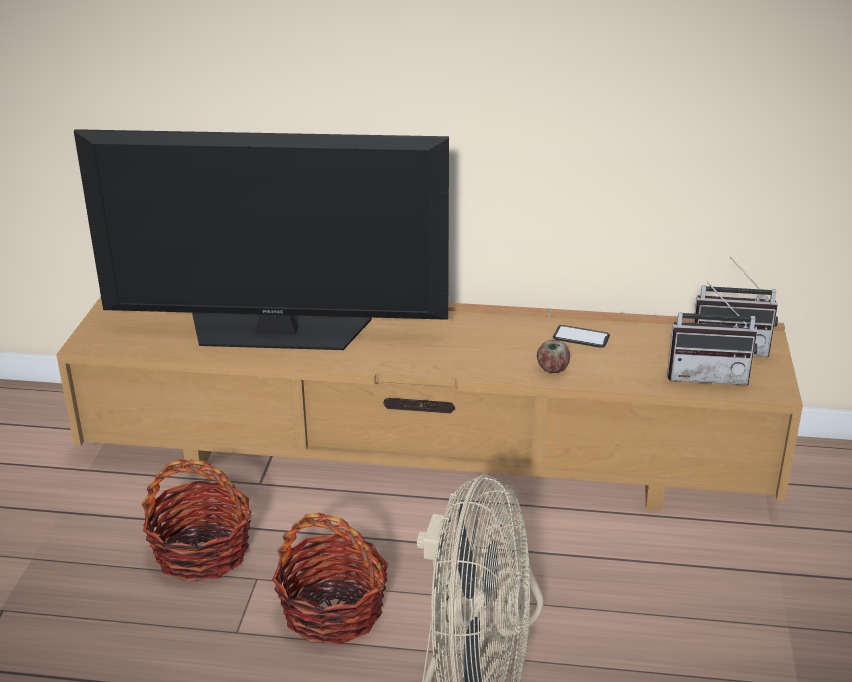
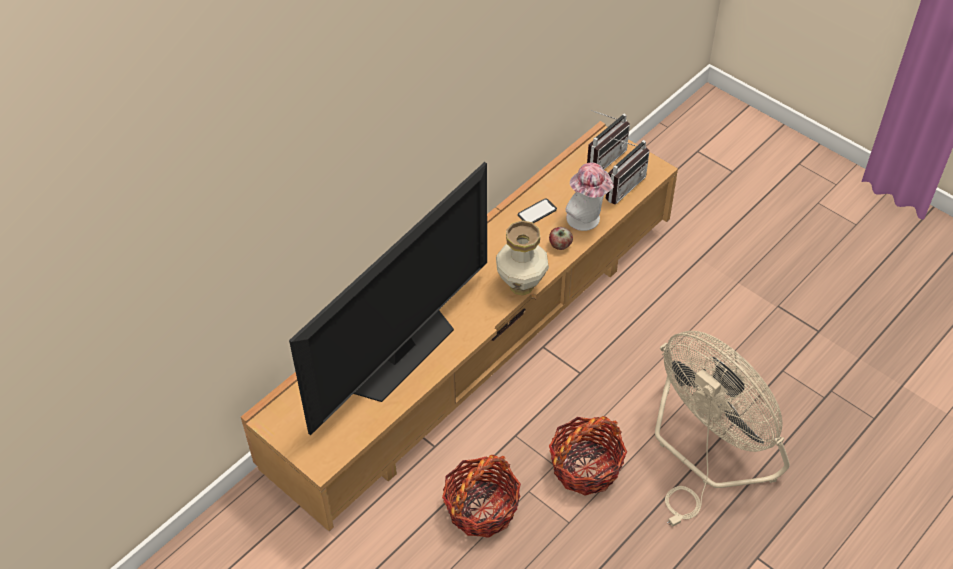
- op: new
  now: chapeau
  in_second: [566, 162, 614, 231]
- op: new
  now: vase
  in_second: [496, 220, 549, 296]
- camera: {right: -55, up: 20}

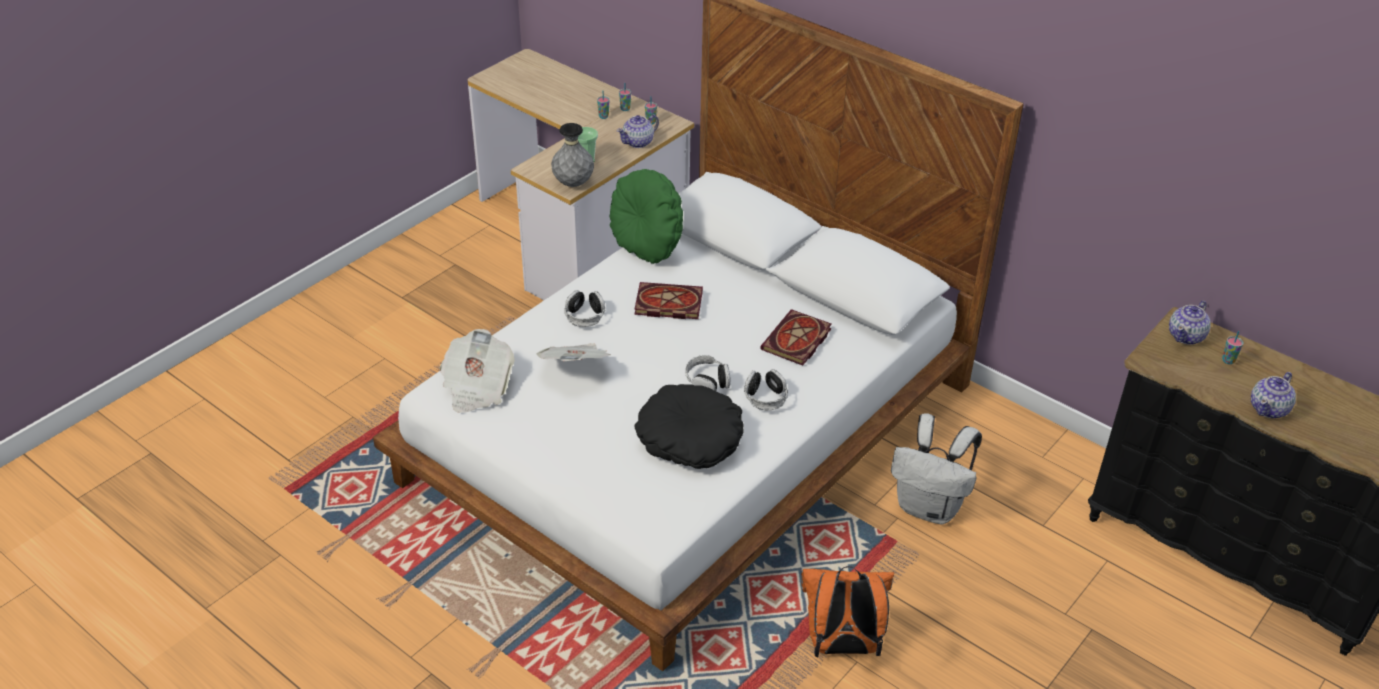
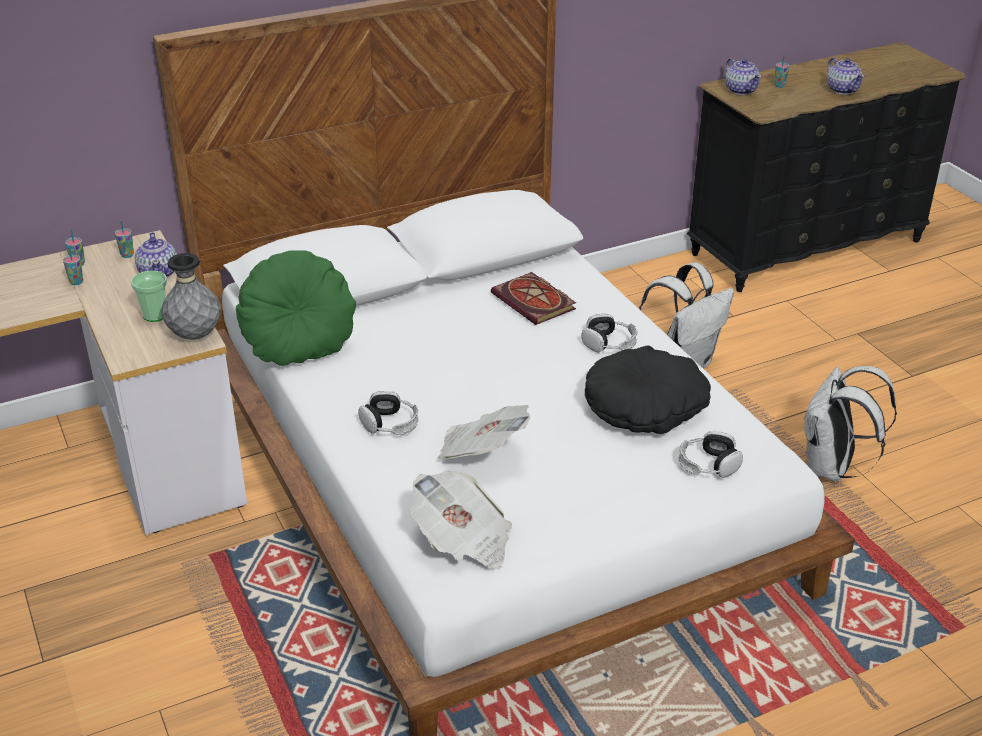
- op: gone
  was: livre
  in_first: [634, 282, 703, 319]
- op: shifted
  was: casque audio
  in_first: [686, 355, 730, 391]
  in_second: [679, 431, 743, 478]
- op: repainted
  was: sac à dos (orange)
  now: sac à dos (blanc)
  in_first: [801, 566, 894, 657]
  in_second: [804, 366, 897, 482]
- camera: {right: -65, up: -5}

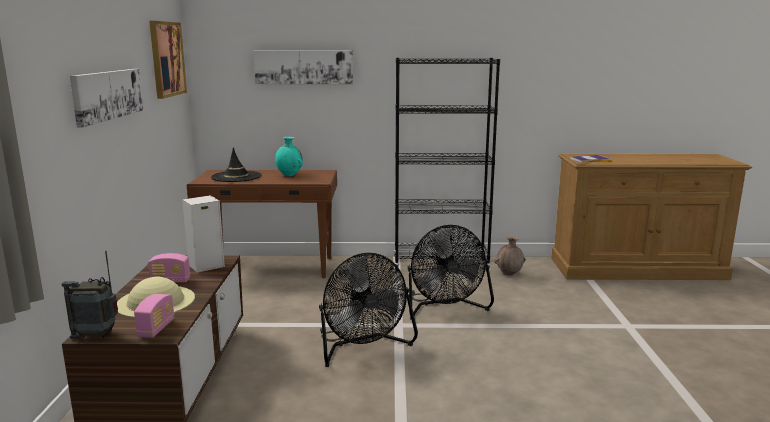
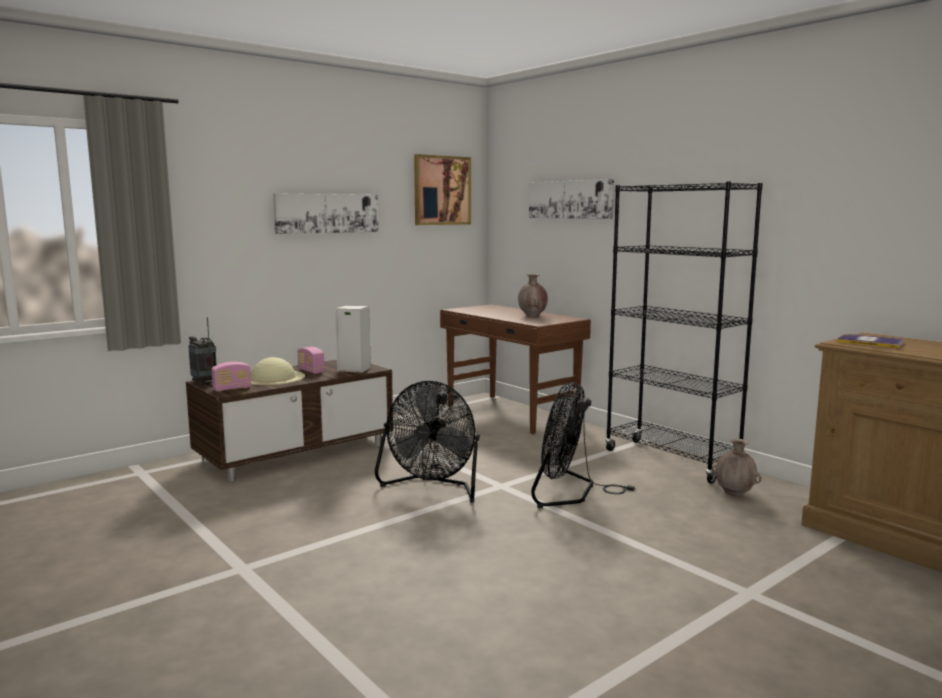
- op: repainted
  was: vase (turquoise)
  now: vase (marron)
  in_first: [275, 137, 303, 176]
  in_second: [518, 274, 548, 317]
- op: gone
  was: chapeau (noir)
  in_first: [211, 147, 262, 182]
- op: rotated
  was: ventilateur (noir)
  in_first: [408, 225, 494, 320]
  in_second: [531, 382, 636, 509]
  clockwise: 75
- camera: {right: 50, up: -5}

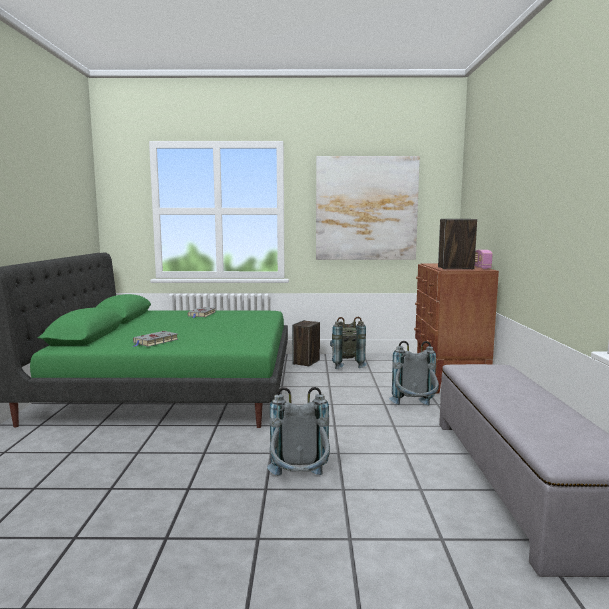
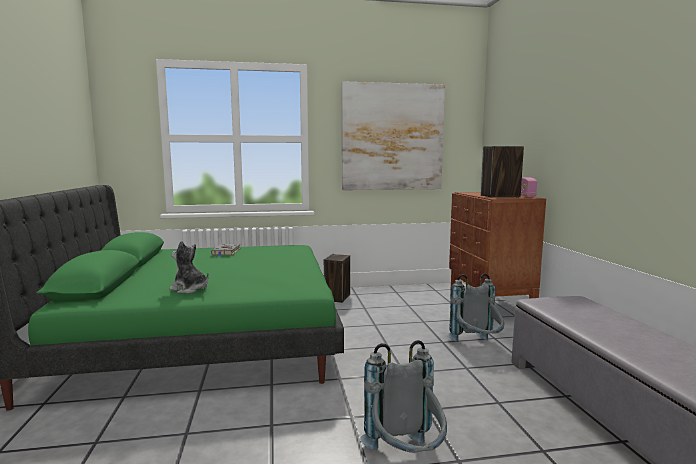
- op: gone
  was: sac à dos (gris)
  in_first: [330, 317, 367, 369]
- op: swapped
  was: livre (gris)
  now: peluche
  in_first: [133, 331, 178, 347]
  in_second: [169, 241, 209, 294]
- camera: {right: -10, up: 0}

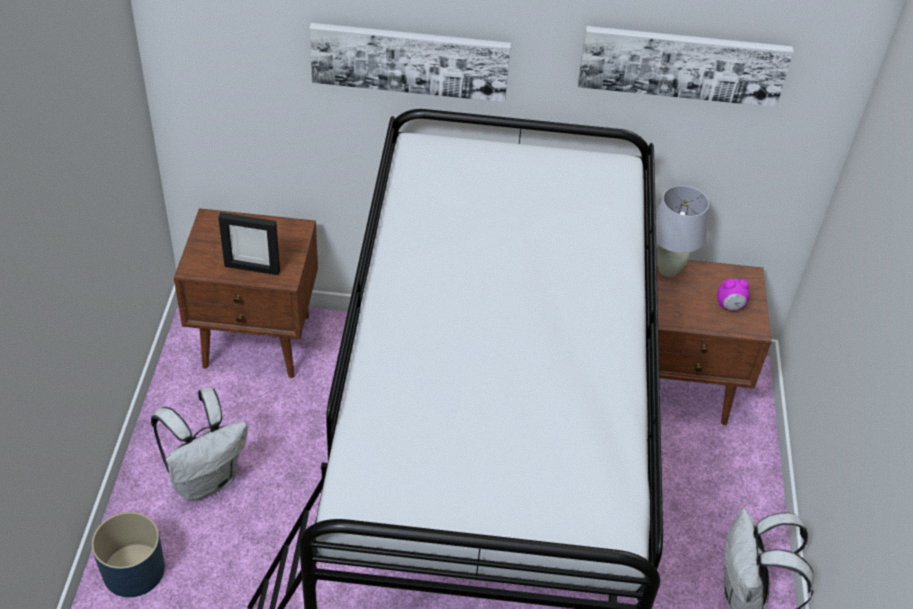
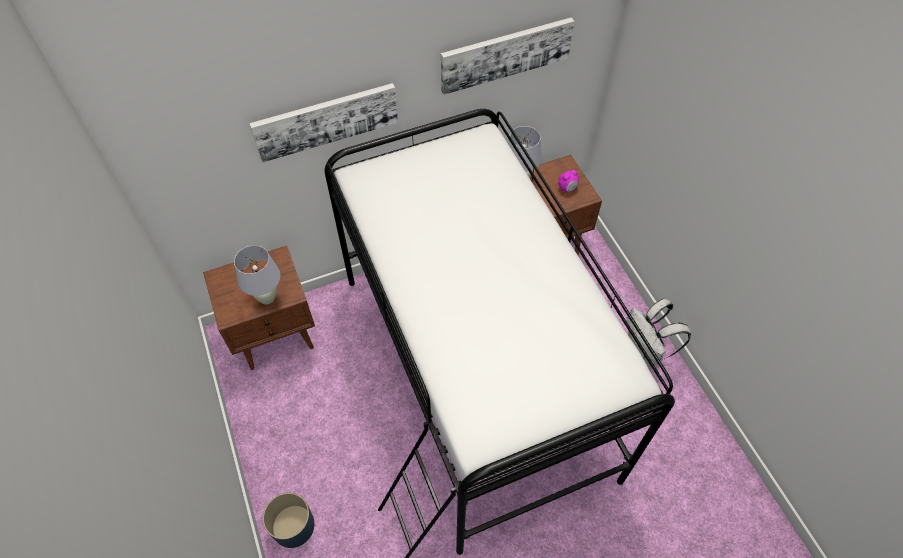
- op: swapped
  was: cadre photo
  now: lampe de table (blanc)
  in_first: [218, 212, 280, 275]
  in_second: [234, 245, 281, 304]
- op: gone
  was: sac à dos (blanc)
  in_first: [151, 387, 248, 501]
- camera: {right: -25, up: 10}

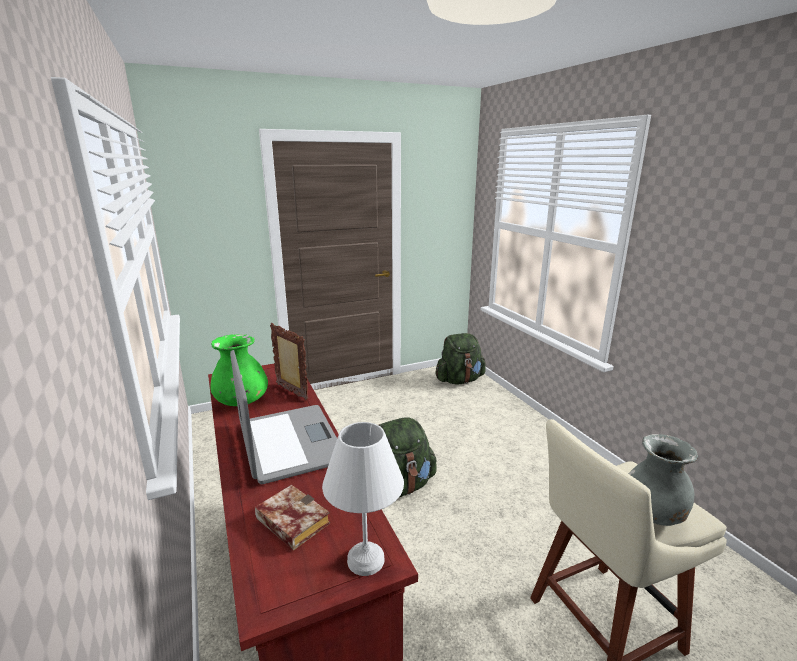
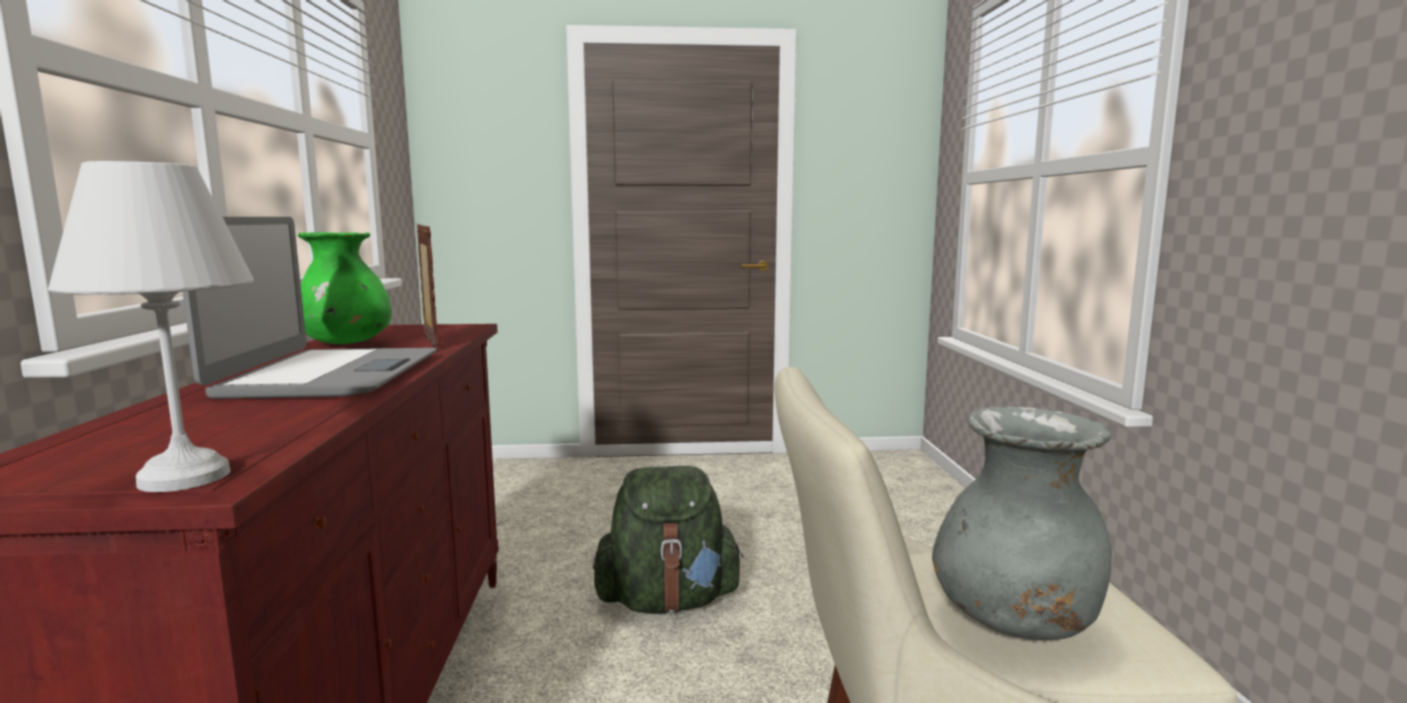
- op: gone
  was: sac à dos (vert)
  in_first: [435, 333, 486, 384]
- op: gone
  was: livre
  in_first: [255, 485, 330, 550]
- camera: {right: 20, up: -10}

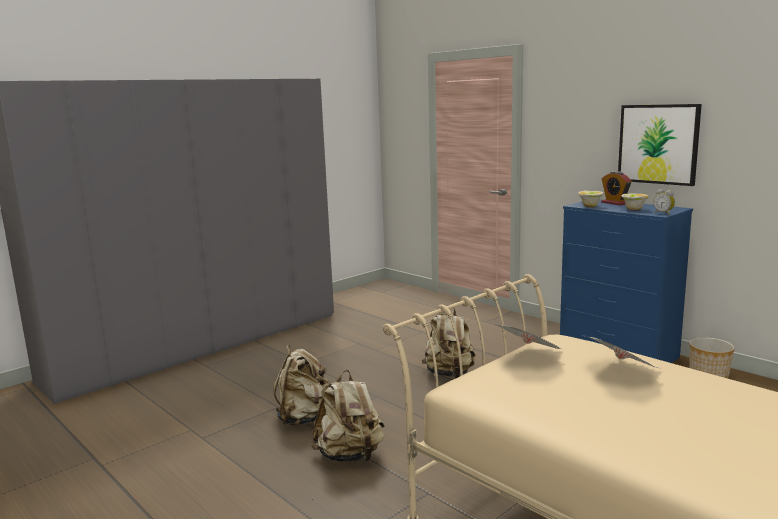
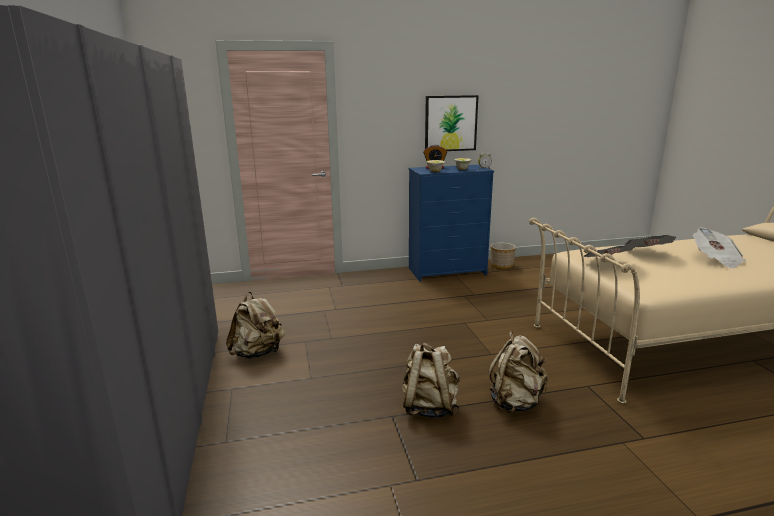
- op: shifted
  was: sac à dos (beige)
  in_first: [422, 309, 476, 378]
  in_second: [226, 292, 285, 358]
- op: new
  now: journal
  in_second: [693, 227, 746, 269]
- camera: {right: -60, up: 5}

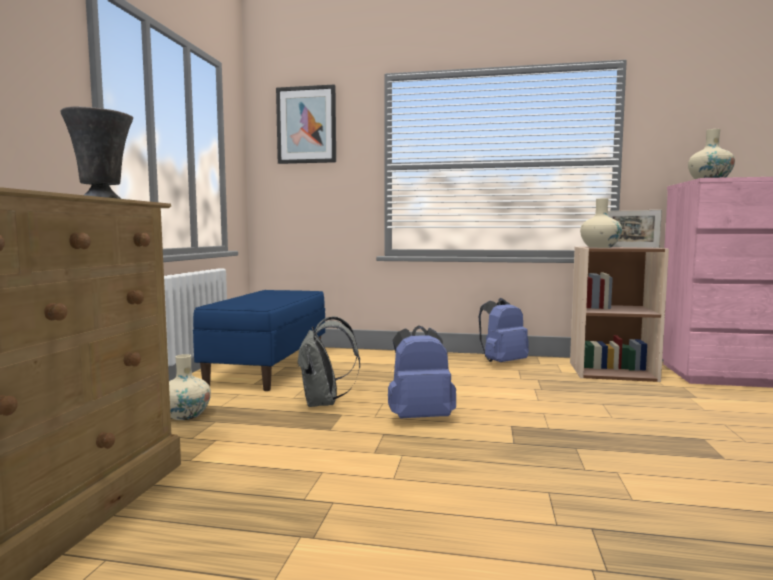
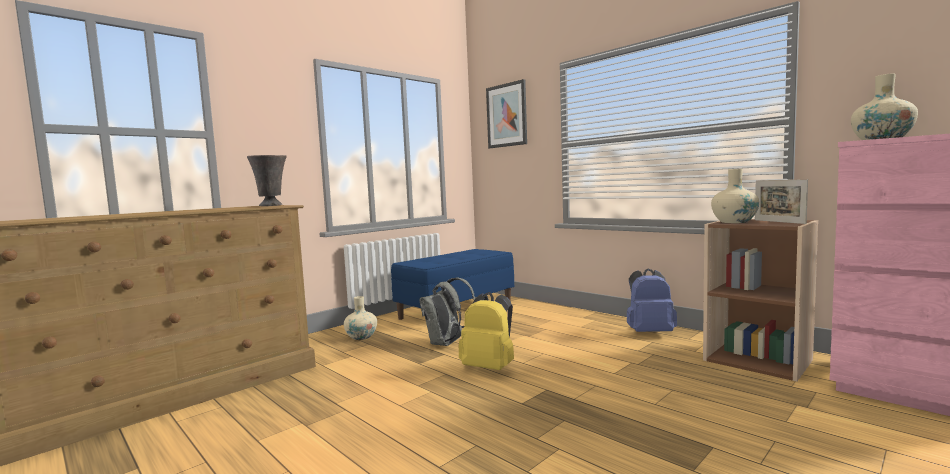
- op: repainted
  was: sac à dos (bleu)
  now: sac à dos (jaune)
  in_first: [388, 325, 456, 419]
  in_second: [459, 292, 514, 370]
- camera: {right: 35, up: 0}

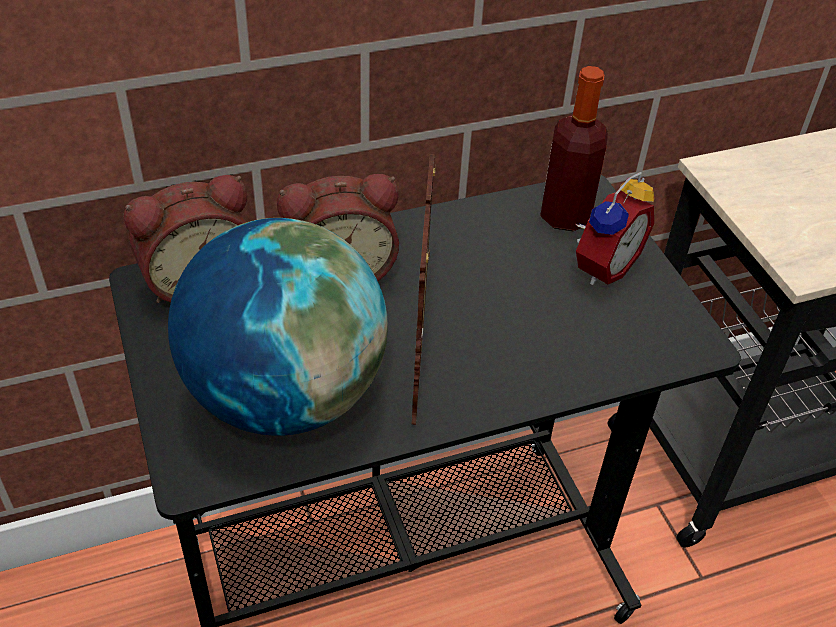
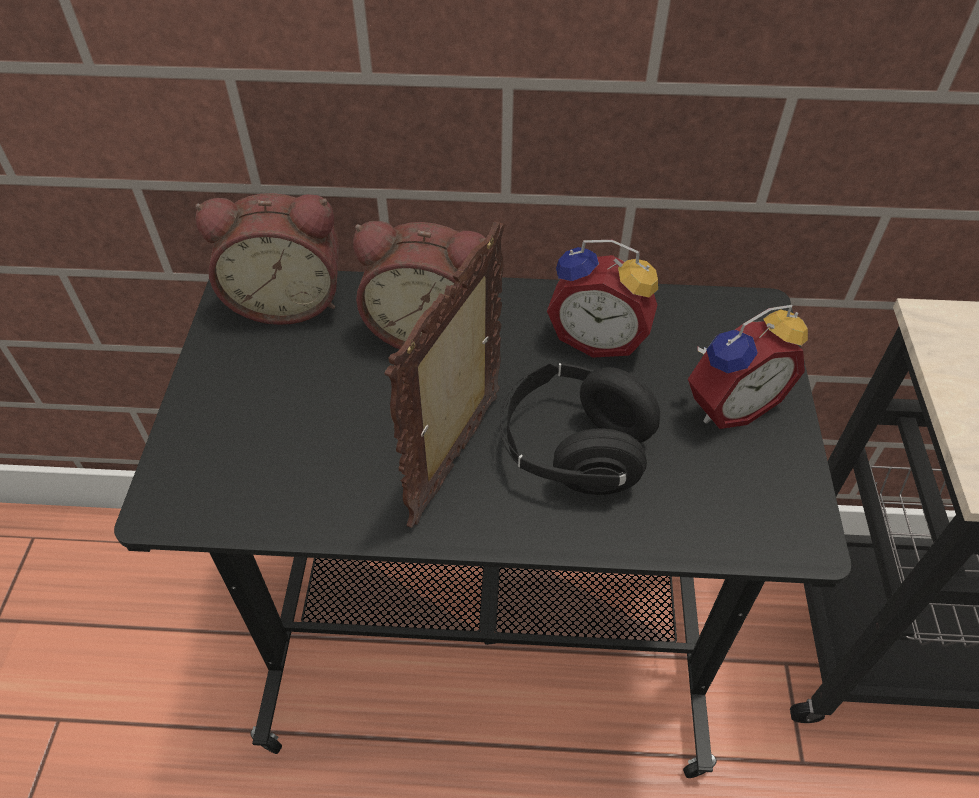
- op: gone
  was: bouteille
  in_first: [540, 66, 608, 231]
- op: gone
  was: globe
  in_first: [168, 218, 388, 436]
- op: new
  now: réveil
  in_second: [547, 240, 658, 358]
- op: new
  now: casque audio (noir)
  in_second: [500, 363, 660, 495]
- camera: {right: 25, up: 5}

